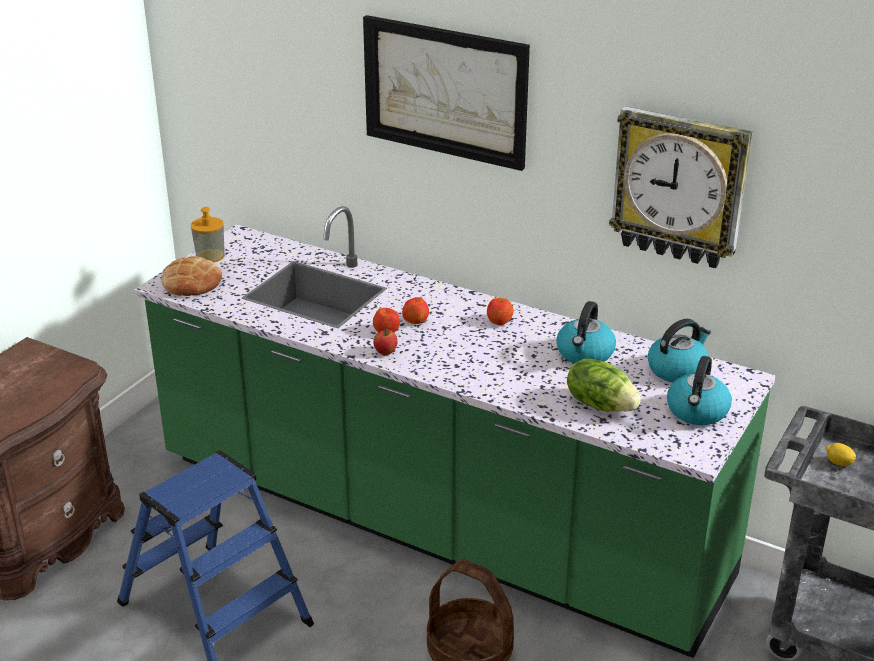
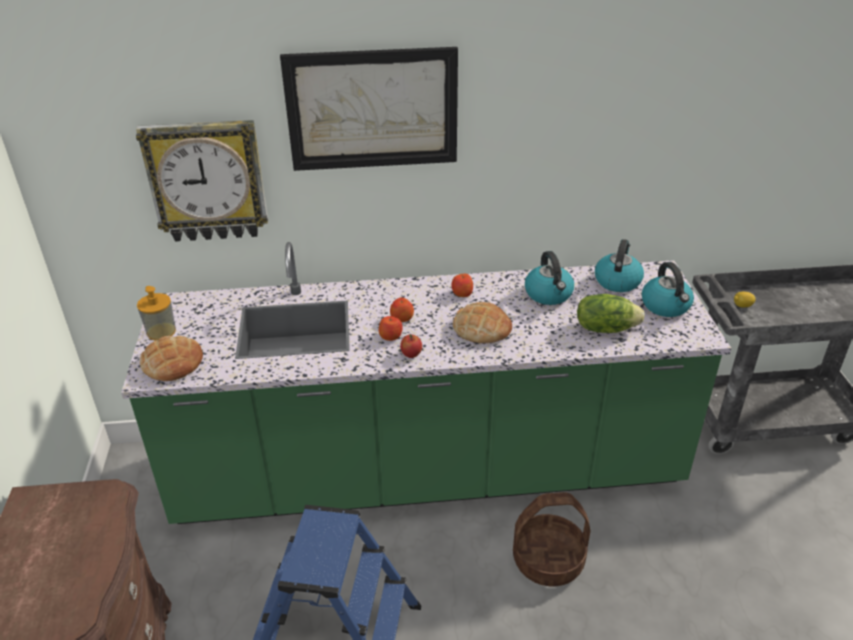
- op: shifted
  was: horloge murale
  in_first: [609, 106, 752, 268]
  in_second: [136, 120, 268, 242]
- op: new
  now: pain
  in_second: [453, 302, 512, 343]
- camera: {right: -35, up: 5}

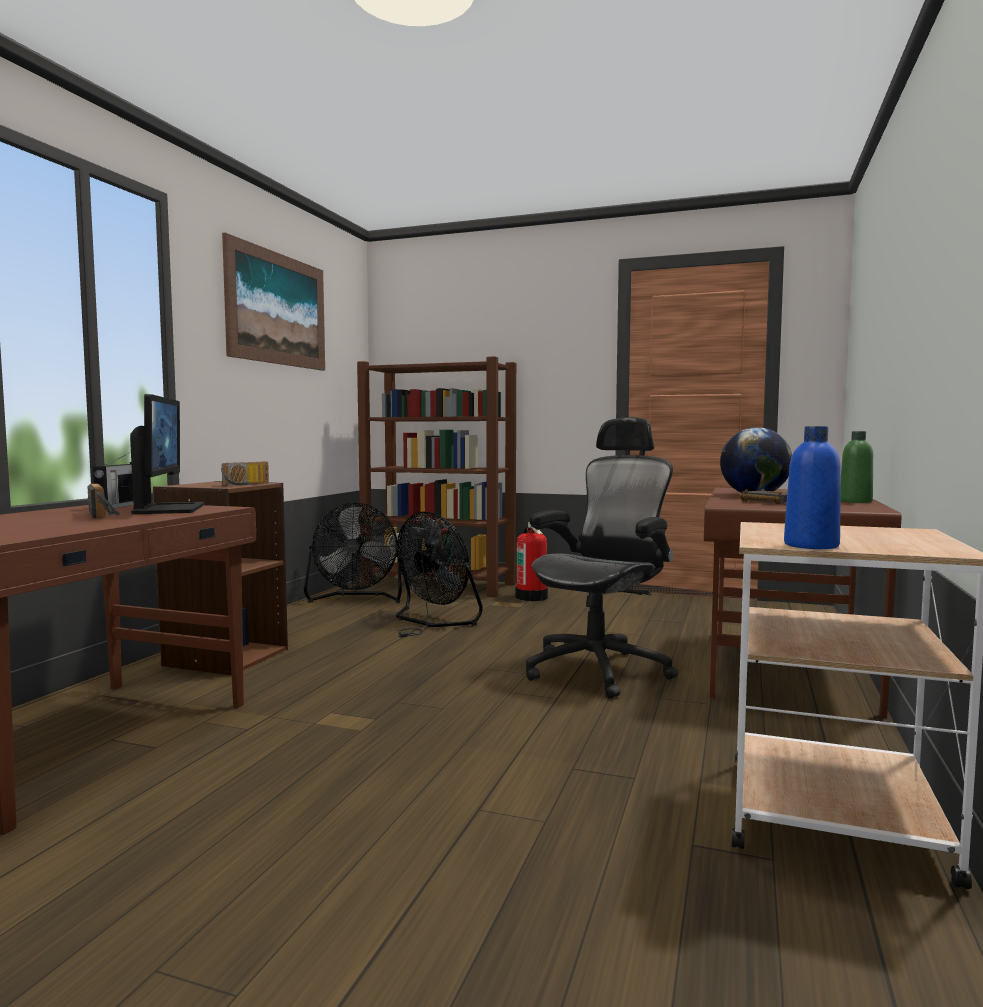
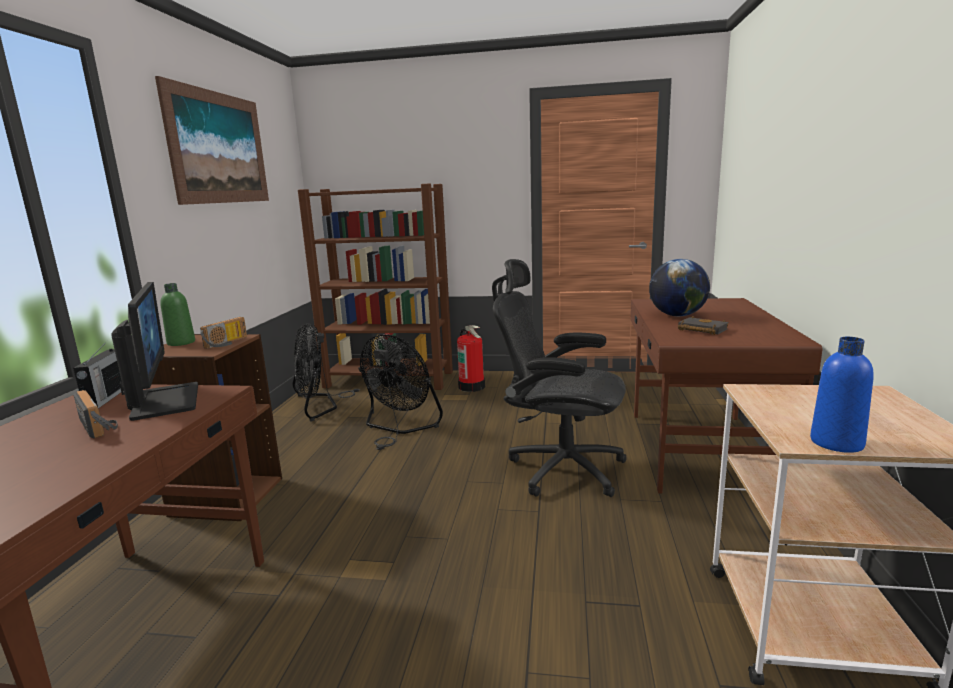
- op: rotated
  was: chaise de bureau
  in_first: [526, 417, 678, 698]
  in_second: [492, 259, 627, 497]
  clockwise: -90
- op: shifted
  was: bouteille (vert)
  in_first: [840, 431, 873, 503]
  in_second: [160, 283, 195, 346]
- op: rotated
  was: ventilateur (noir)
  in_first: [304, 503, 402, 603]
  in_second: [293, 323, 360, 422]
  clockwise: 75
- camera: {right: -10, up: 10}

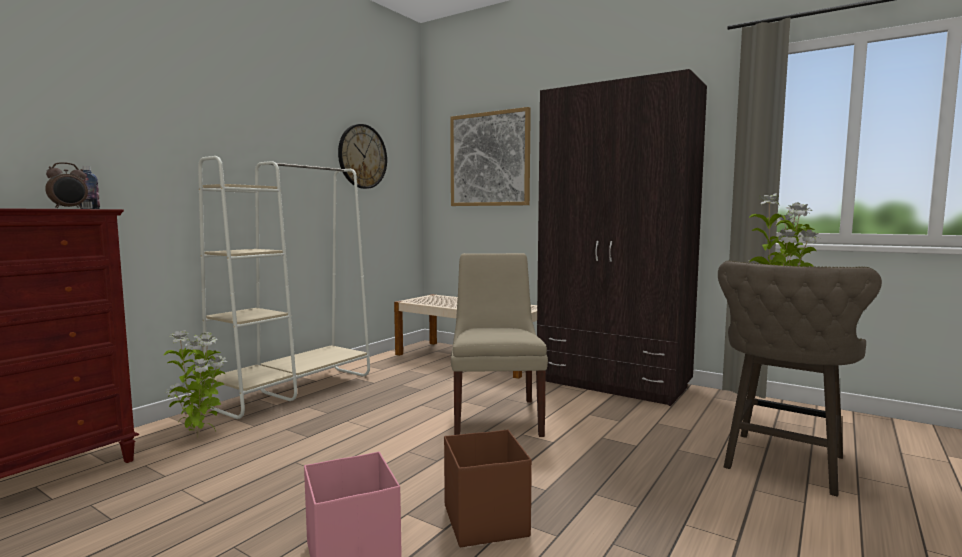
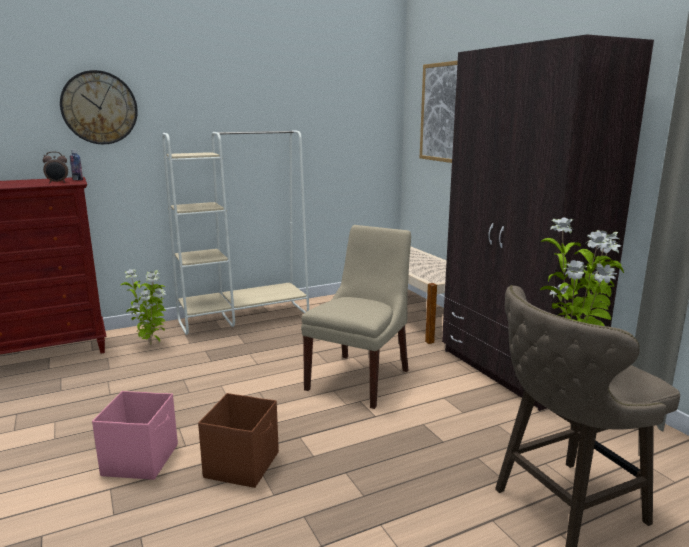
- op: shifted
  was: horloge murale
  in_first: [338, 124, 387, 189]
  in_second: [60, 70, 138, 144]
- camera: {right: 30, up: 10}

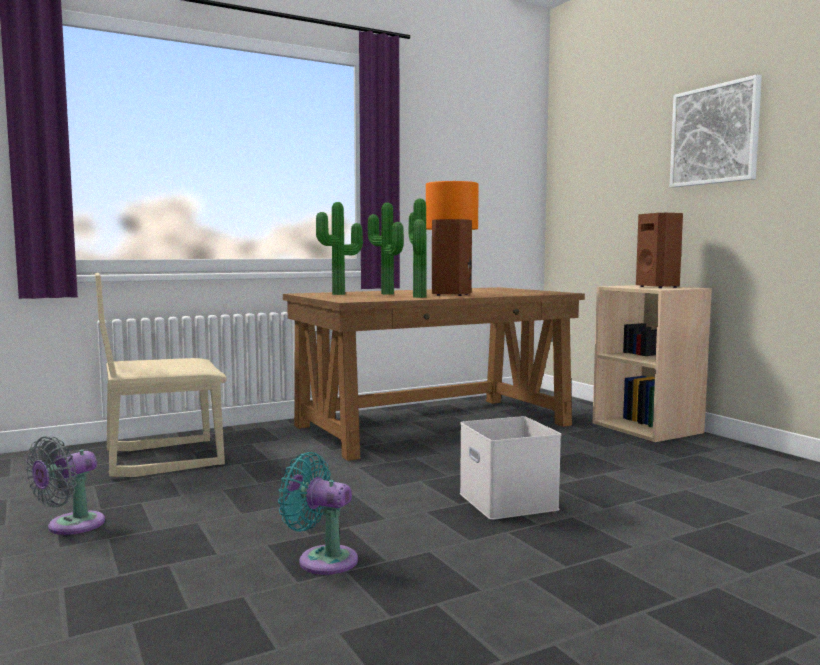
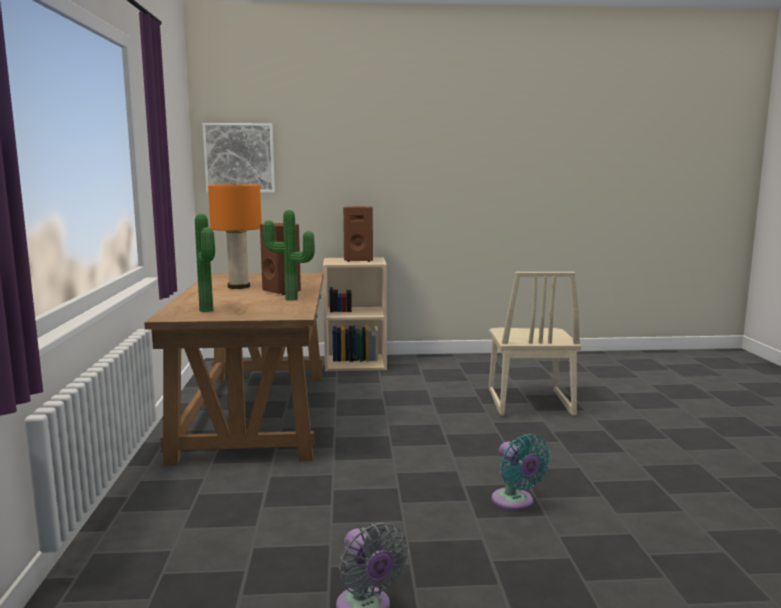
- op: shifted
  was: tableau
  in_first: [670, 75, 762, 188]
  in_second: [202, 123, 275, 193]
- op: gone
  was: plante en pot
  in_first: [368, 202, 404, 294]
- op: shifted
  was: chaise (beige)
  in_first: [95, 273, 227, 477]
  in_second: [489, 272, 581, 415]
- op: gone
  was: boîte de rangement (blanc)
  in_first: [460, 416, 561, 520]
- op: rotated
  was: ventilateur (turquoise)
  in_first: [278, 452, 358, 575]
  in_second: [492, 434, 550, 511]
  clockwise: -75
- camera: {right: -65, up: 5}

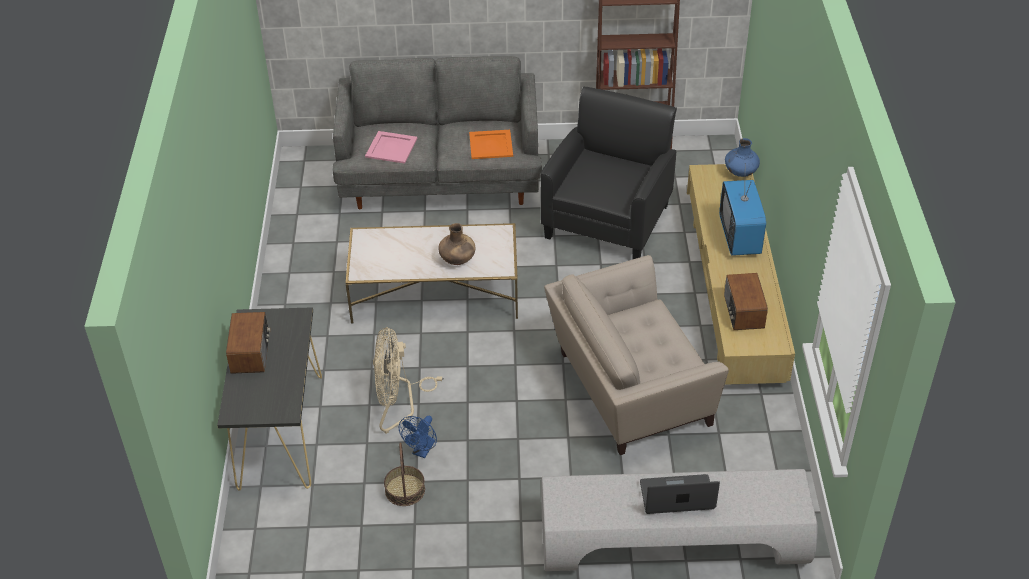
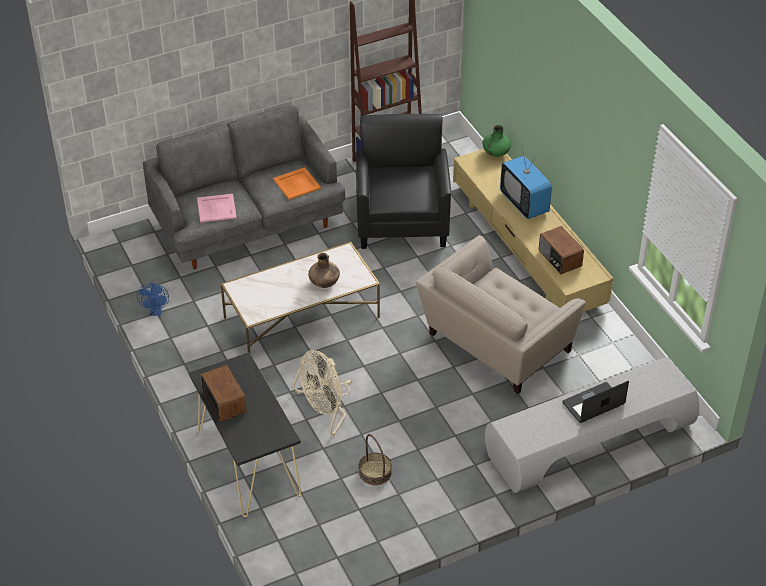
- op: repainted
  was: vase (bleu)
  now: vase (vert)
  in_first: [725, 138, 760, 177]
  in_second: [483, 125, 511, 157]
- op: shifted
  was: ventilateur (bleu)
  in_first: [399, 416, 437, 458]
  in_second: [137, 283, 169, 316]
- camera: {right: -25, up: 0}

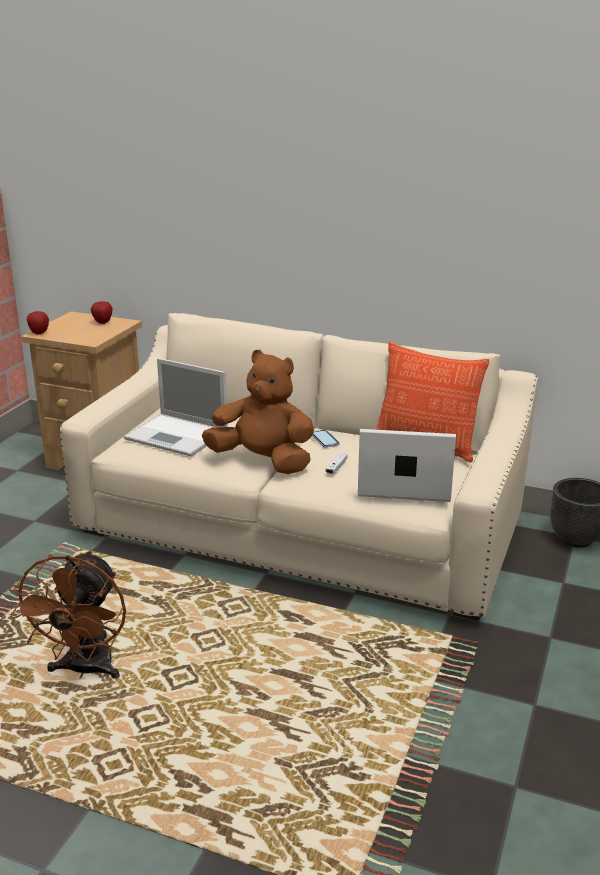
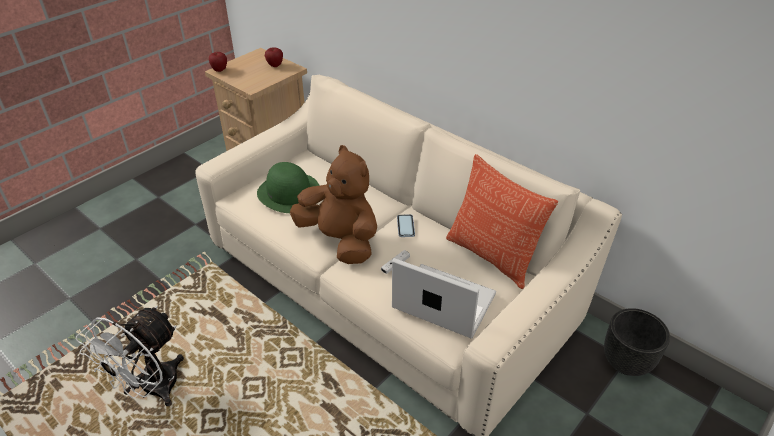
- op: swapped
  was: ordinateur portable
  now: chapeau (vert)
  in_first: [124, 358, 228, 457]
  in_second: [257, 162, 320, 213]
- op: repainted
  was: ventilateur (marron)
  now: ventilateur (blanc)
  in_first: [10, 550, 126, 679]
  in_second: [76, 306, 184, 406]
- camera: {right: 20, up: 15}

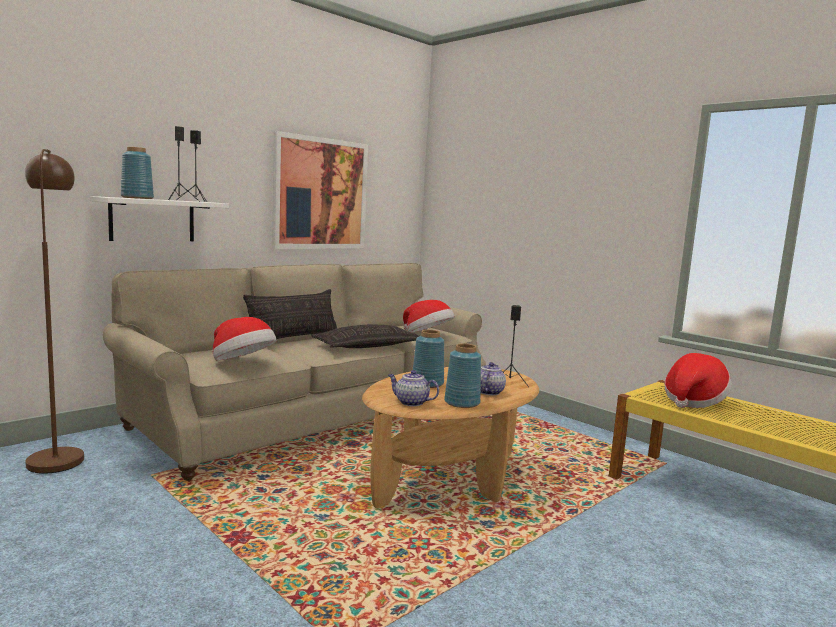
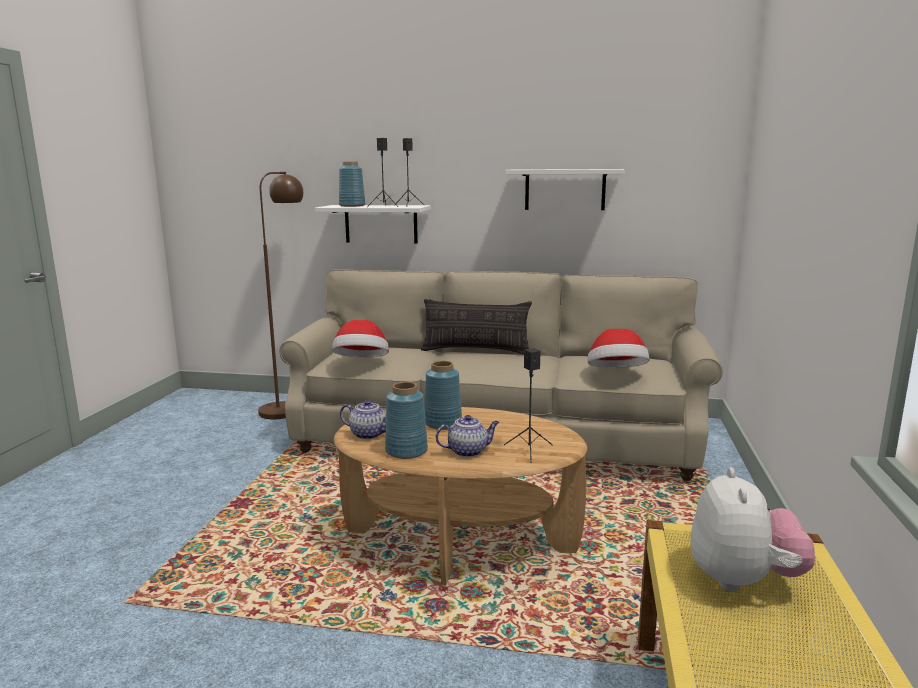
- op: swapped
  was: tableau
  now: étagère (blanc)
  in_first: [272, 131, 368, 249]
  in_second: [506, 169, 625, 210]
- op: gone
  was: coussin
  in_first: [311, 325, 419, 348]
- op: swapped
  was: chapeau
  now: peluche
  in_first: [665, 353, 732, 408]
  in_second: [690, 468, 815, 592]
- op: rotated
  was: théière
  in_first: [388, 370, 439, 407]
  in_second: [340, 400, 386, 439]
  clockwise: 120
- camera: {right: 55, up: 5}

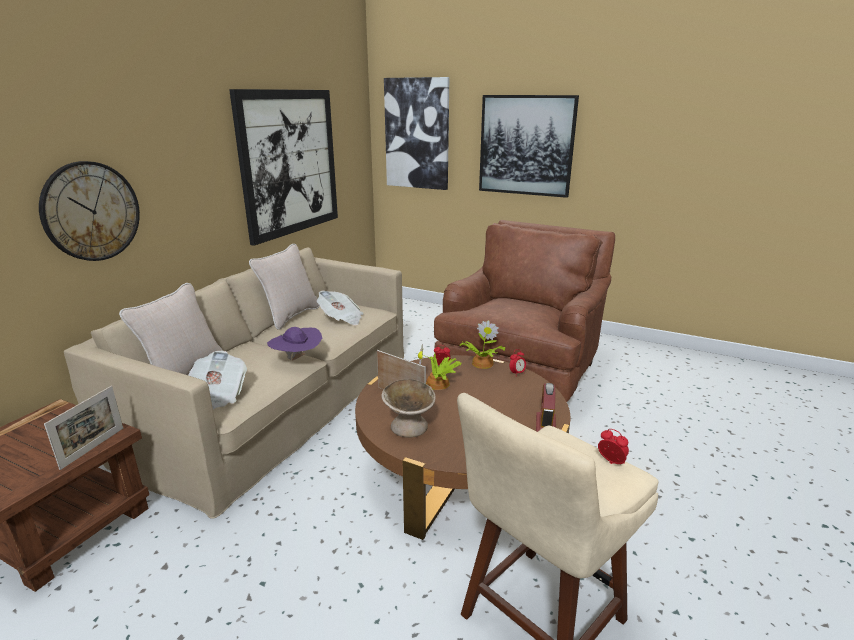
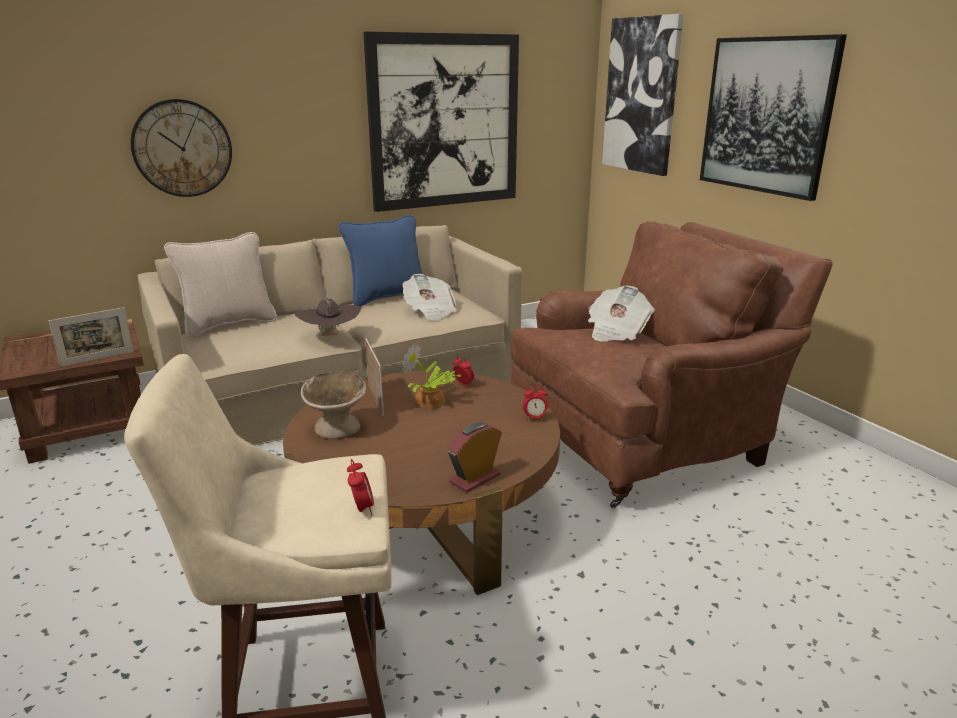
- op: repainted
  was: coussin (beige)
  now: coussin (bleu)
  in_first: [249, 244, 320, 330]
  in_second: [339, 215, 422, 307]
- op: gone
  was: plante en pot
  in_first: [459, 320, 505, 369]
- op: repainted
  was: chapeau (violet)
  now: chapeau (marron)
  in_first: [267, 327, 322, 361]
  in_second: [295, 299, 361, 336]
- op: shifted
  was: journal
  in_first: [188, 351, 247, 409]
  in_second: [588, 285, 655, 341]
- camera: {right: 35, up: 0}

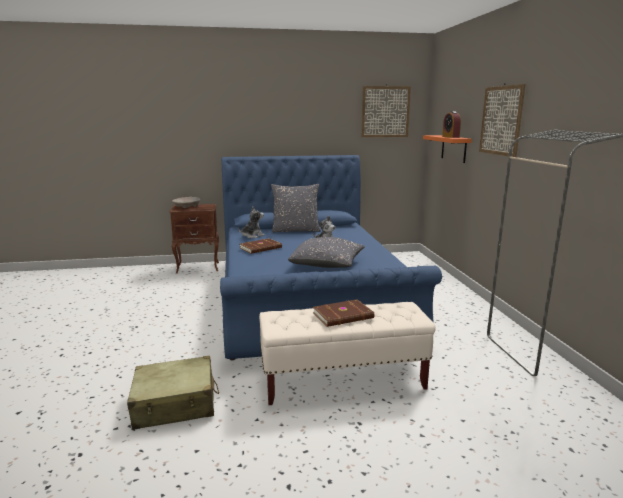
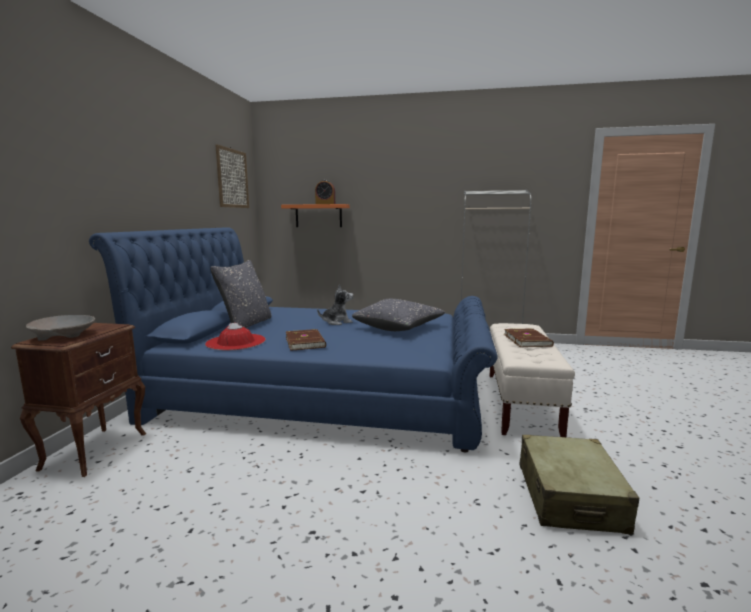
- op: gone
  was: tableau
  in_first: [479, 84, 526, 157]
- op: swapped
  was: peluche
  now: chapeau (rouge)
  in_first: [238, 206, 265, 238]
  in_second: [205, 323, 266, 351]
- camera: {right: -70, up: -5}

